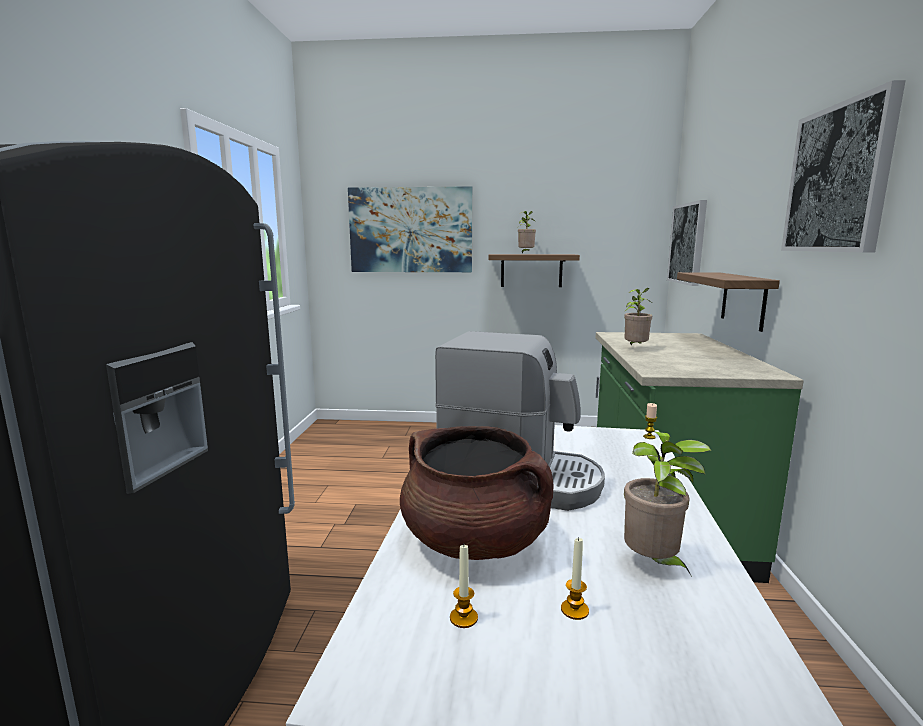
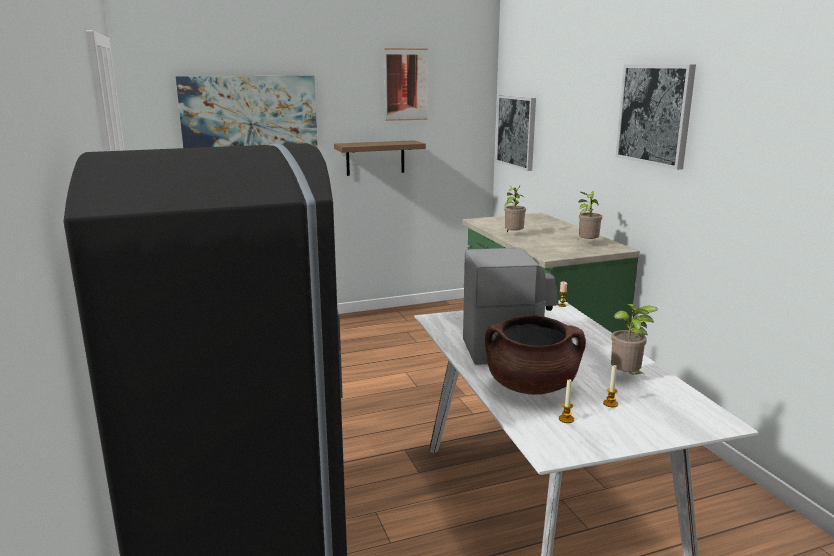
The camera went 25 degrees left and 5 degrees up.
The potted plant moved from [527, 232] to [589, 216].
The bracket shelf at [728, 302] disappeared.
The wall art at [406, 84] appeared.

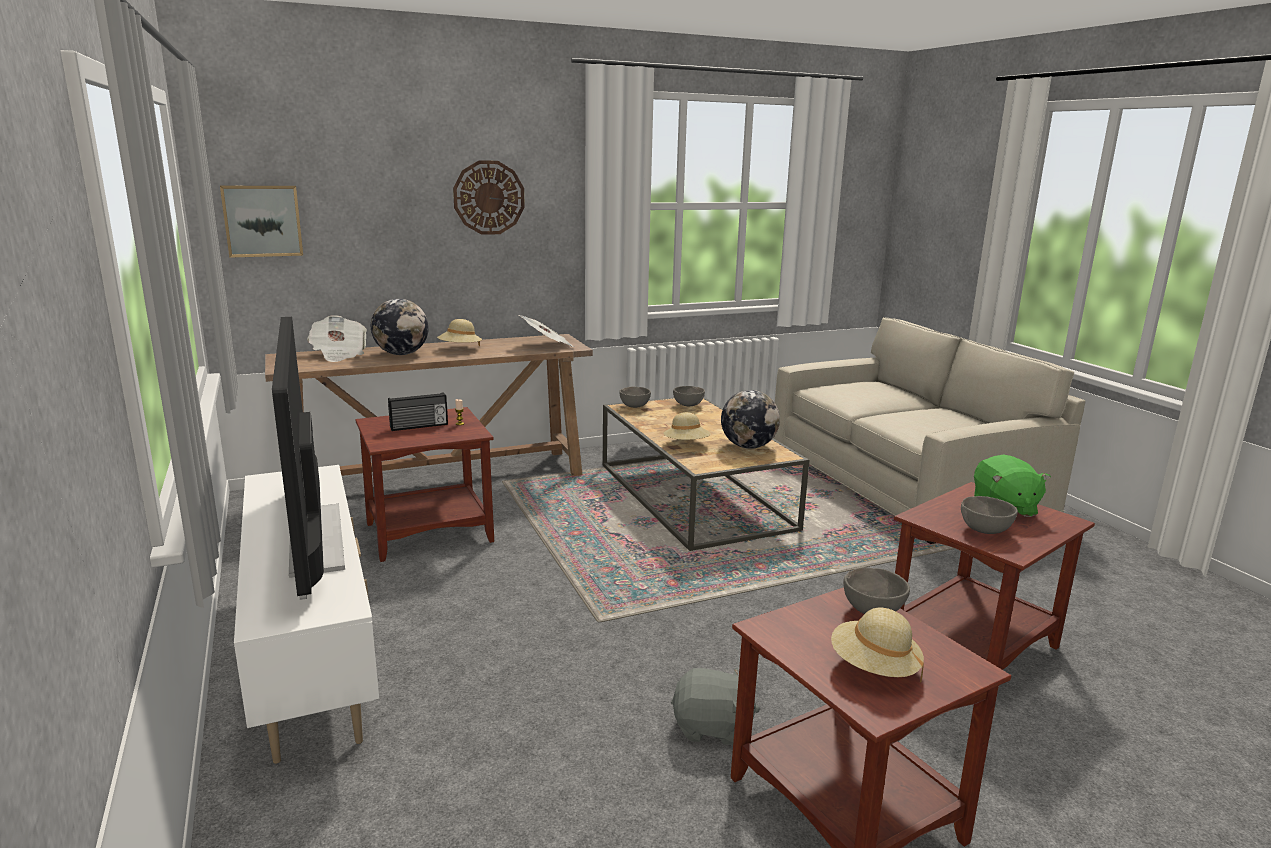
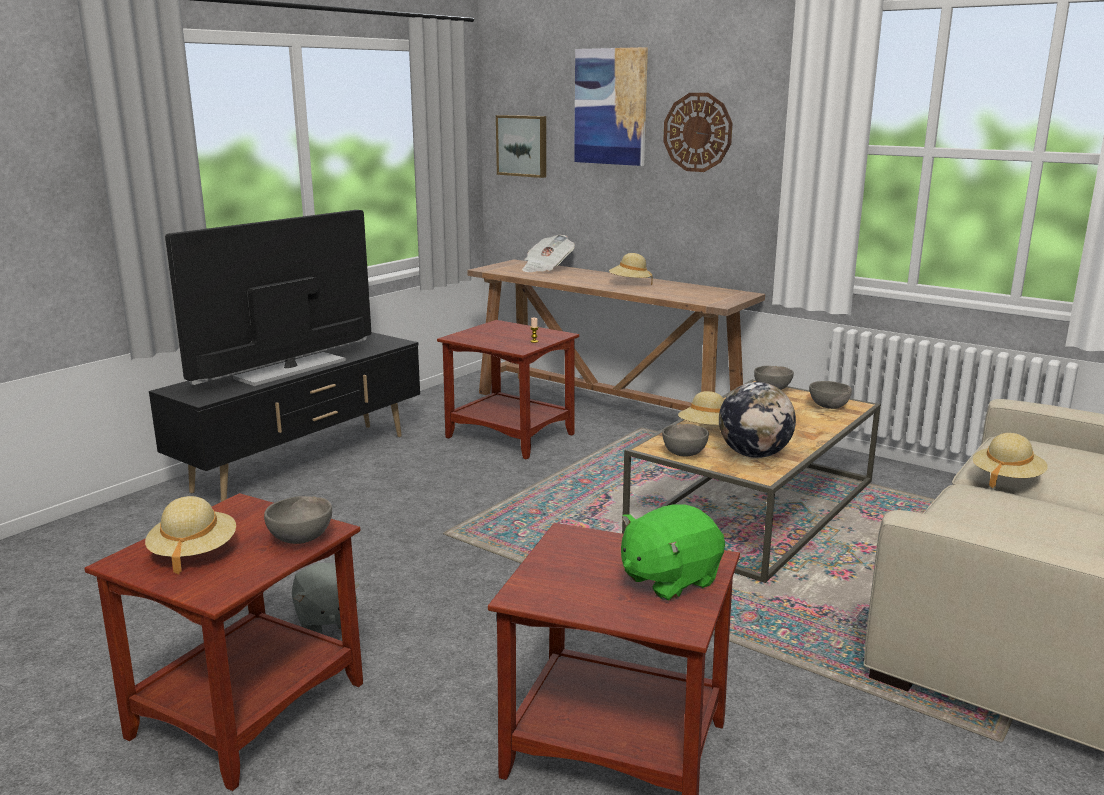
The camera went 60 degrees right and 0 degrees up.
The white-coloured tv stand at [306, 614] became the blackish tv stand at [284, 417].
The globe at [400, 327] disappeared.
The radio set at [418, 411] disappeared.
The printed paper at [547, 331] disappeared.
The gray bowl moved from [989, 515] to [685, 440].
The wall art at [611, 106] appeared.
The beige-coloured clothing hat at [1010, 460] appeared.

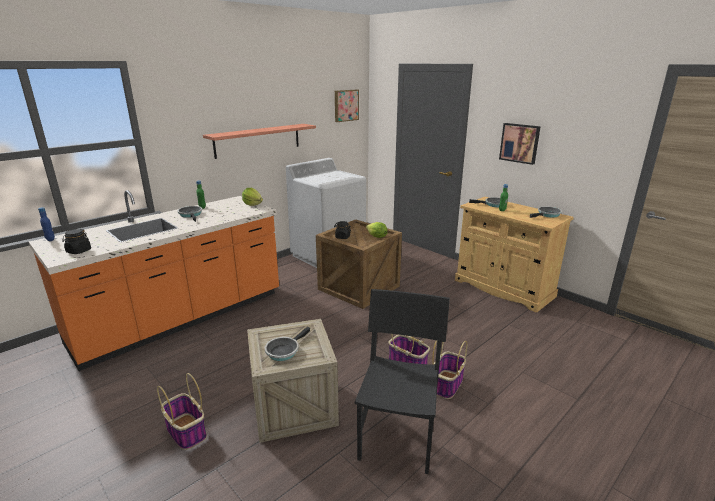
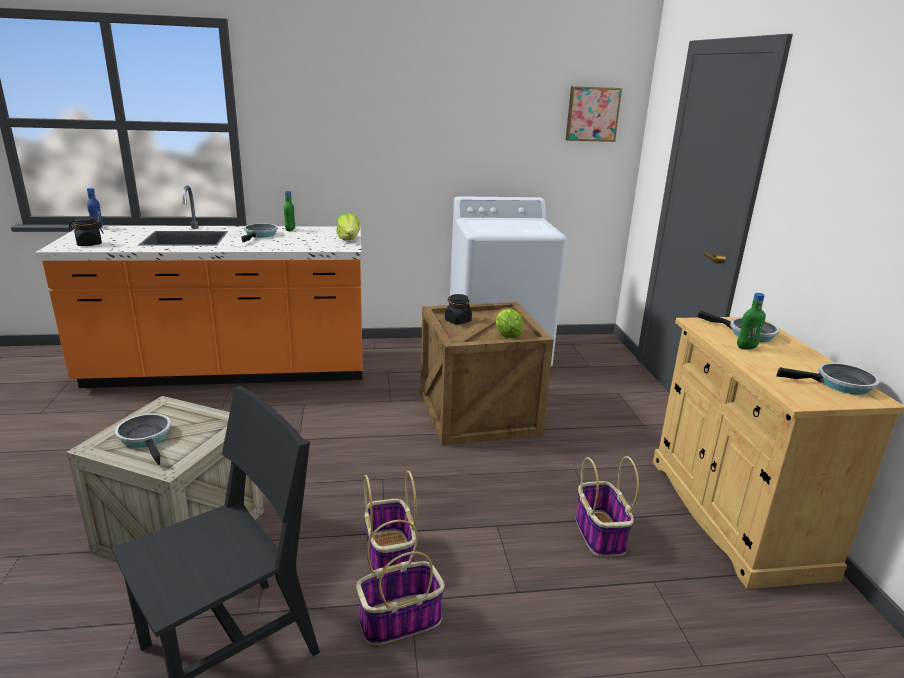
The camera went 35 degrees right and 0 degrees up.
The household basket moved from [182, 411] to [607, 506].
The bracket shelf at [259, 141] disappeared.
The pan at [287, 344] turned 75 degrees clockwise.
The wall art at [520, 144] disappeared.

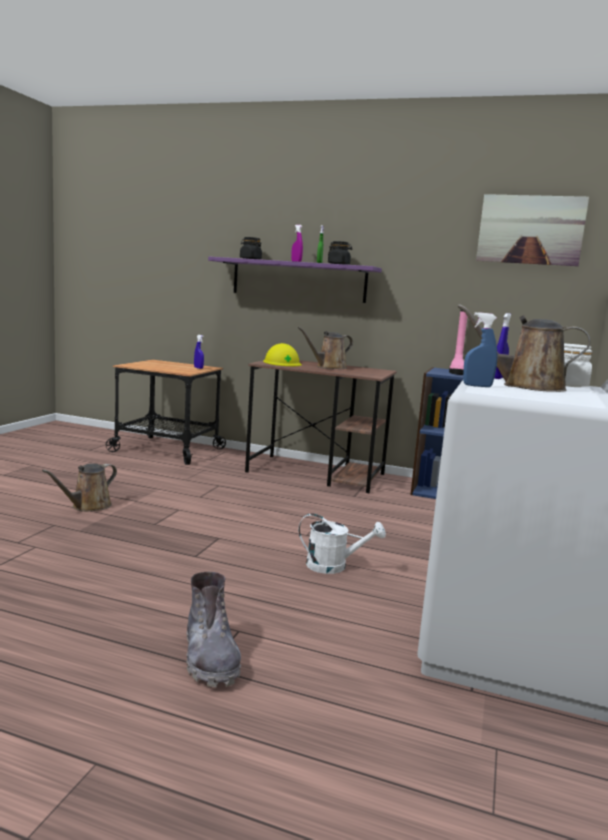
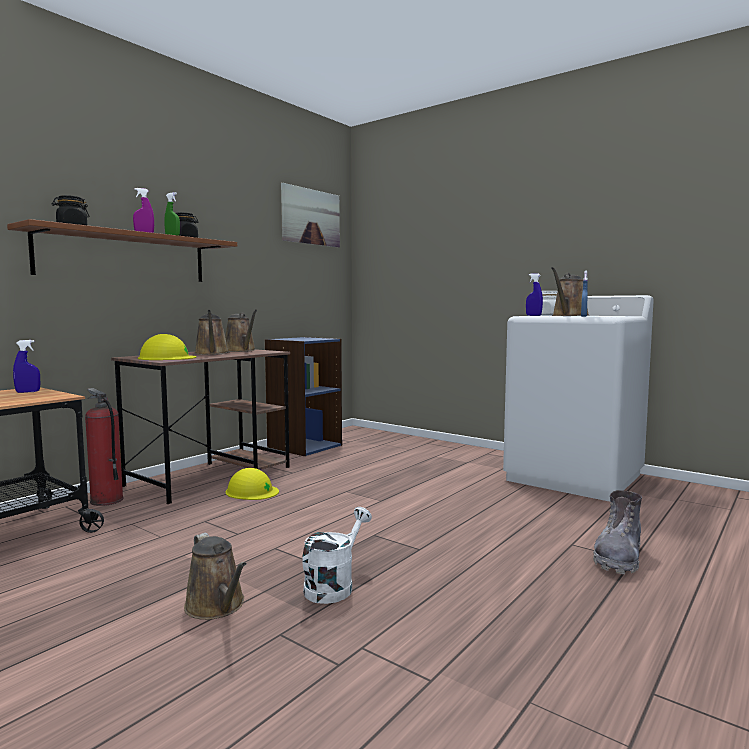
The camera went 70 degrees left and 5 degrees down.
The gray boot at [213, 629] turned 120 degrees clockwise.
The purplish bracket shelf at [295, 280] became the brownish bracket shelf at [122, 250].
The white-coloured watering can moved from [342, 543] to [337, 555].
The pink boot at [458, 342] disappeared.
The fire-fighting cylinder at [104, 447] appeared.
The brownish watering can at [241, 330] appeared.
The yellow-coloured hard hat at [252, 484] appeared.

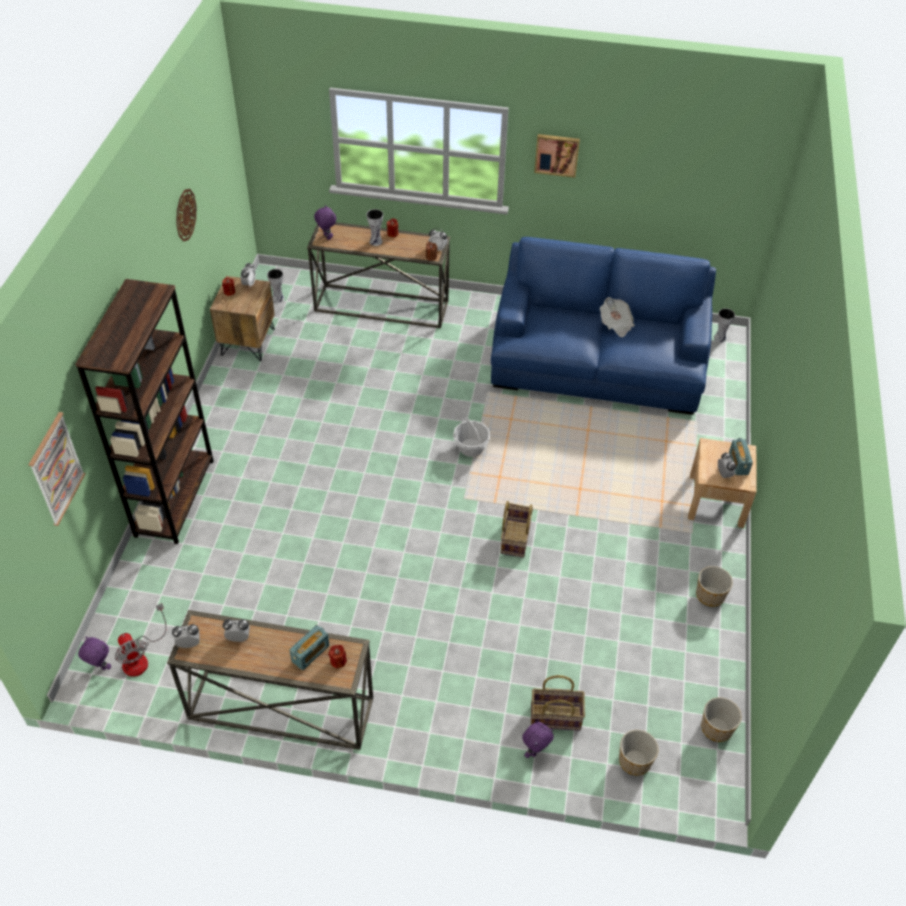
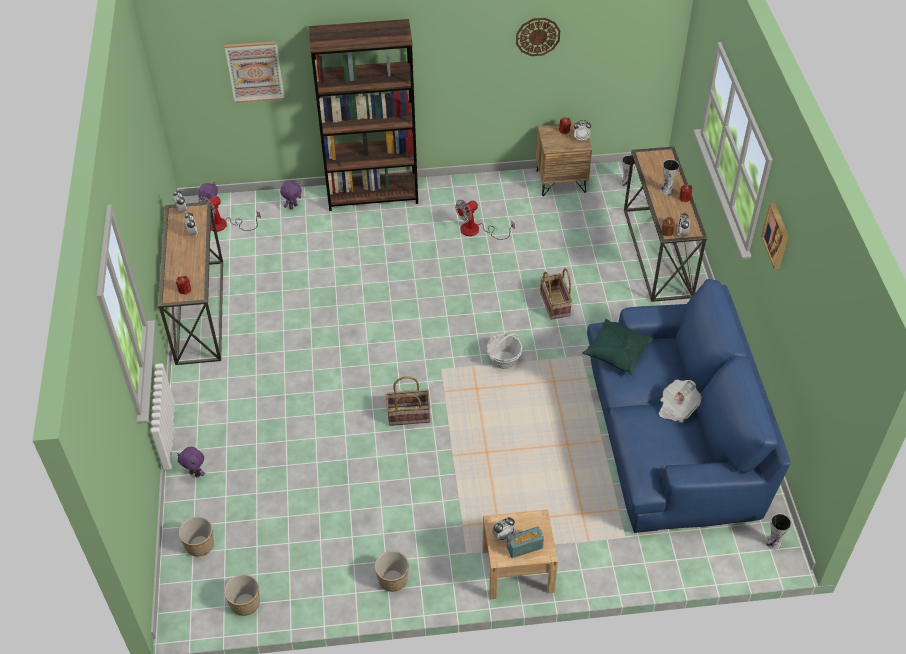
The camera went 75 degrees right and 0 degrees up.
The radio set at [309, 647] disappeared.
The purplish soft toy moved from [325, 222] to [291, 195].
The household basket moved from [558, 703] to [556, 294].
The fan at [485, 220] appeared.
The green throw pillow at [618, 347] appeared.

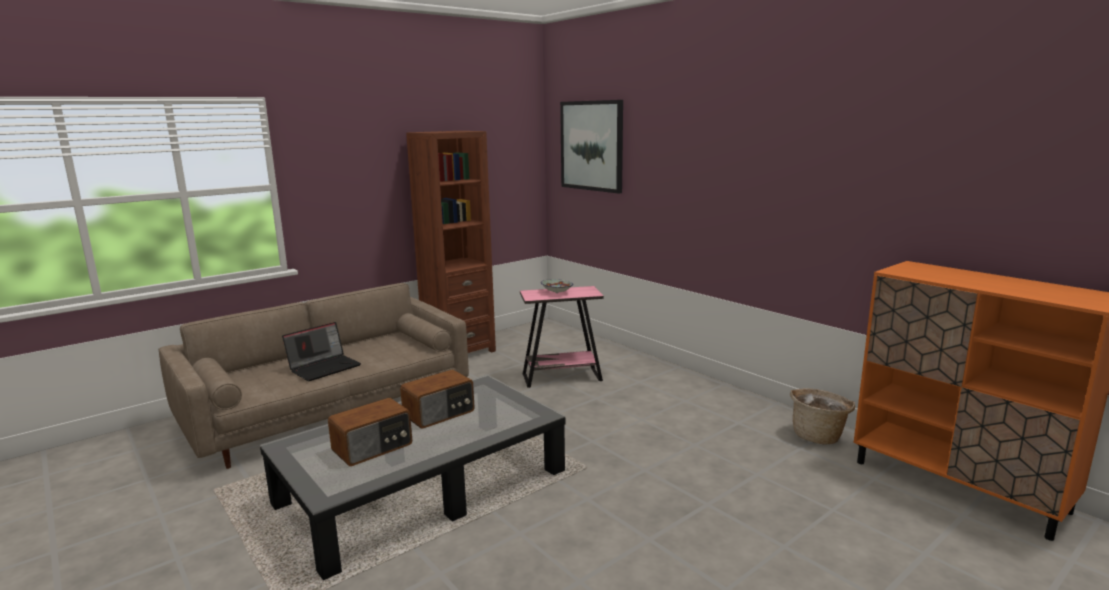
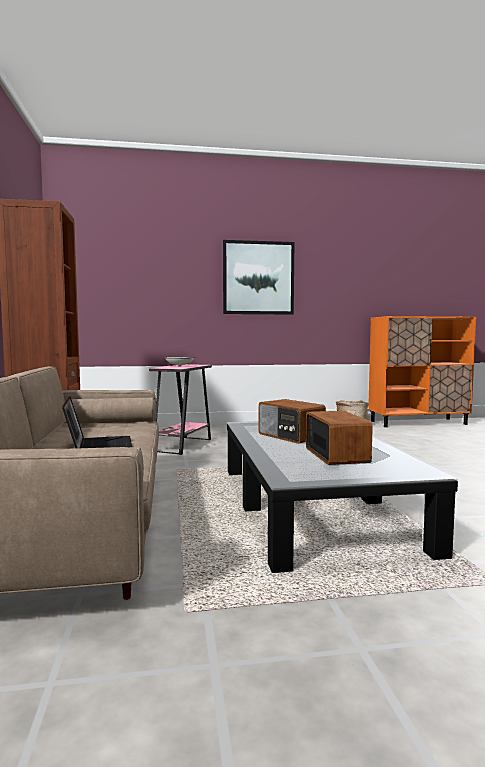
The camera went 60 degrees left and 10 degrees down.
The radio set at [437, 399] turned 150 degrees clockwise.
The wall art moved from [591, 147] to [258, 277].

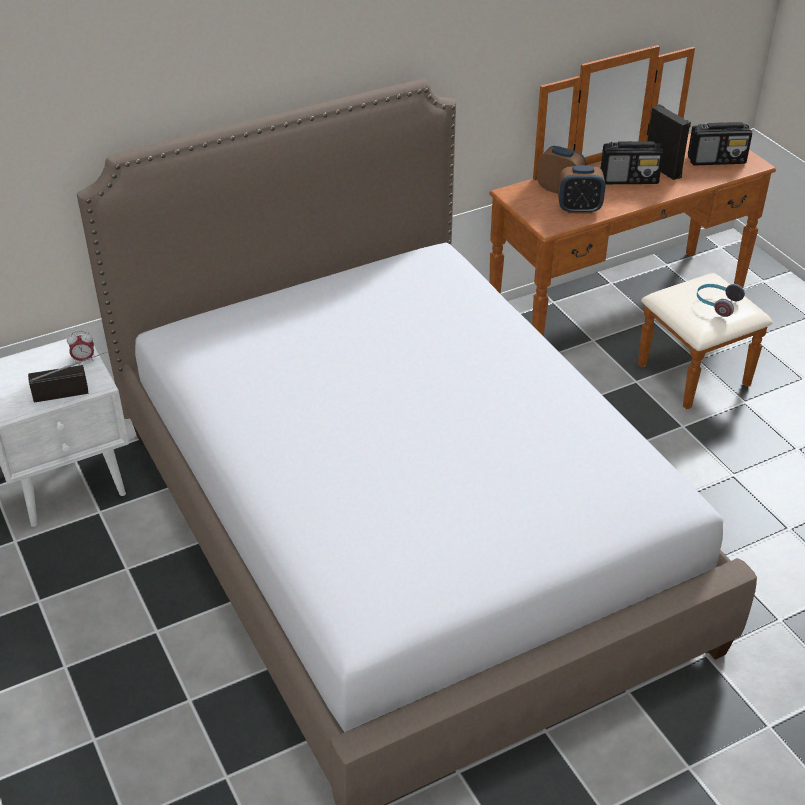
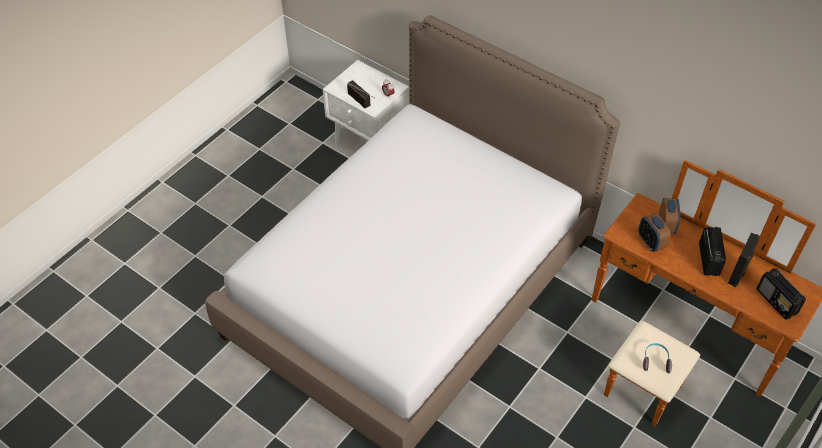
The camera went 65 degrees right and 10 degrees up.
The radio set at [632, 162] turned 150 degrees counterclockwise.

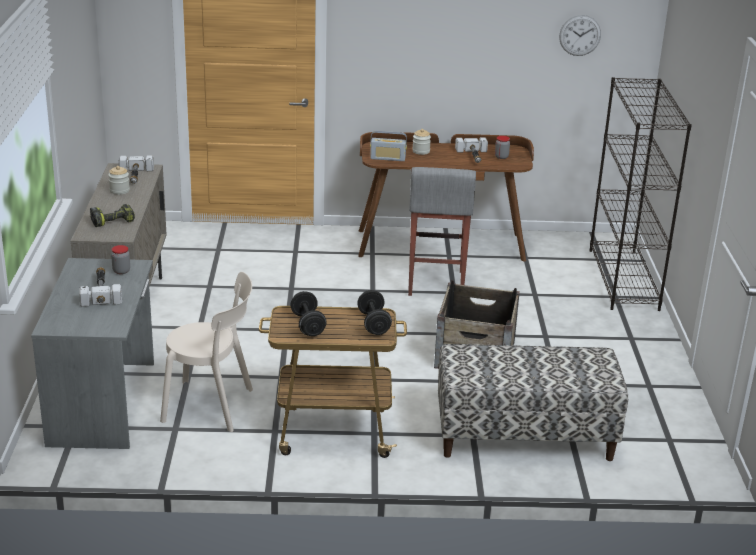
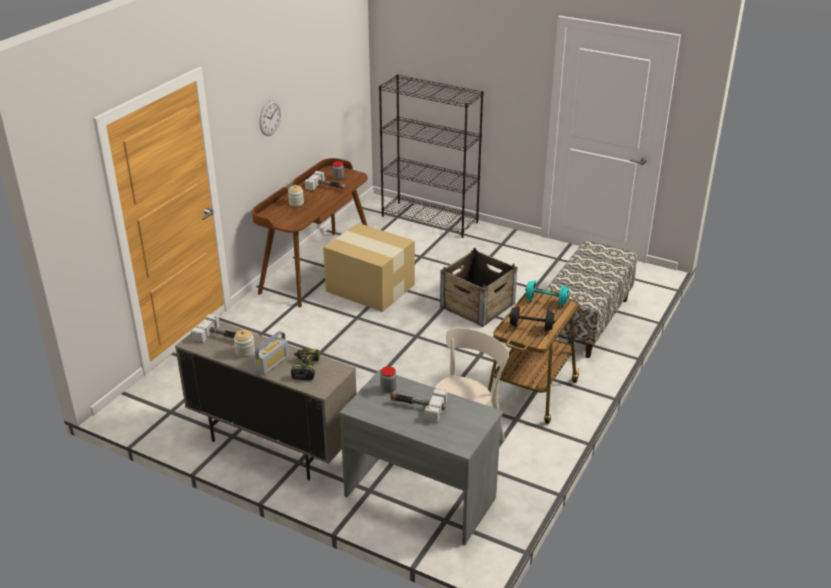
The camera went 60 degrees left and 5 degrees up.
The blackish free weight at [374, 312] became the turquoise free weight at [547, 293].
The radio set moved from [388, 146] to [271, 353].
The gray stool at [442, 231] was replaced by the packing box at [369, 267].
The hanging clock moved from [580, 35] to [270, 118].

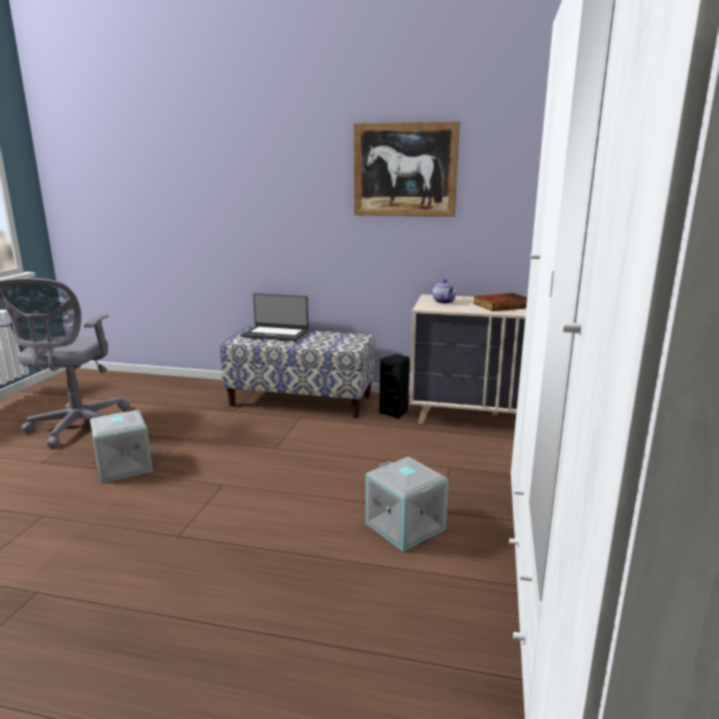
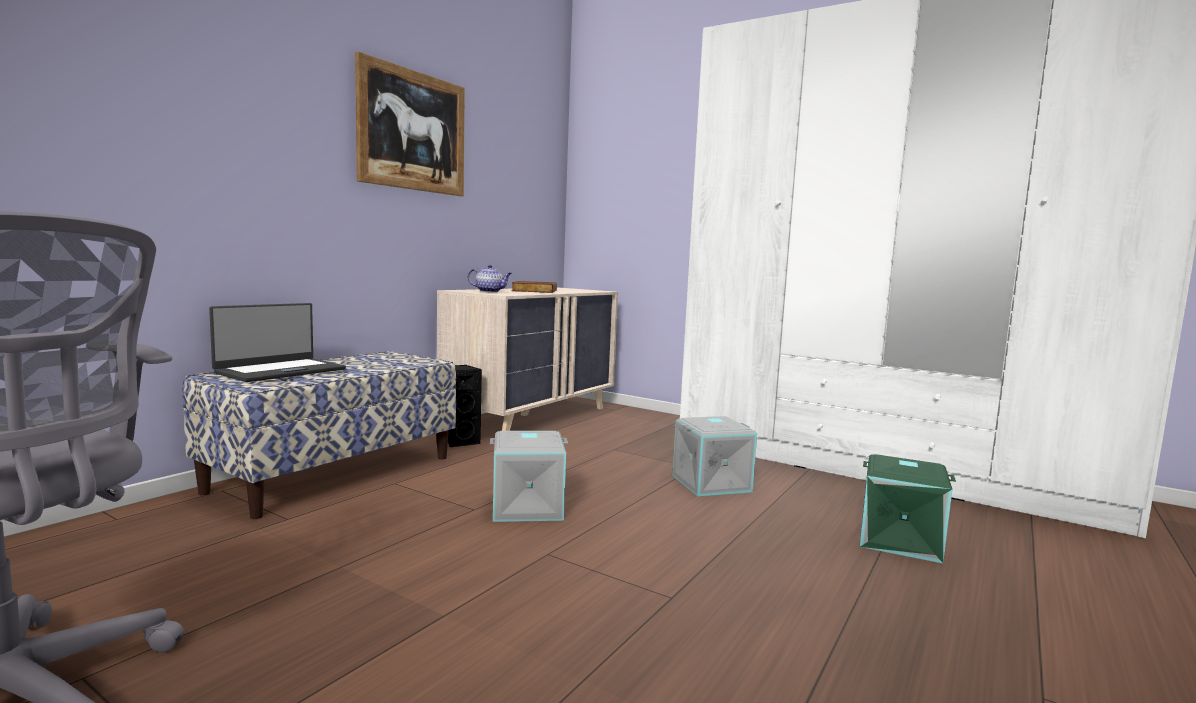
The camera went 70 degrees left and 10 degrees down.
The gray storage container moved from [121, 446] to [529, 476].
The green storage container at [908, 508] appeared.

